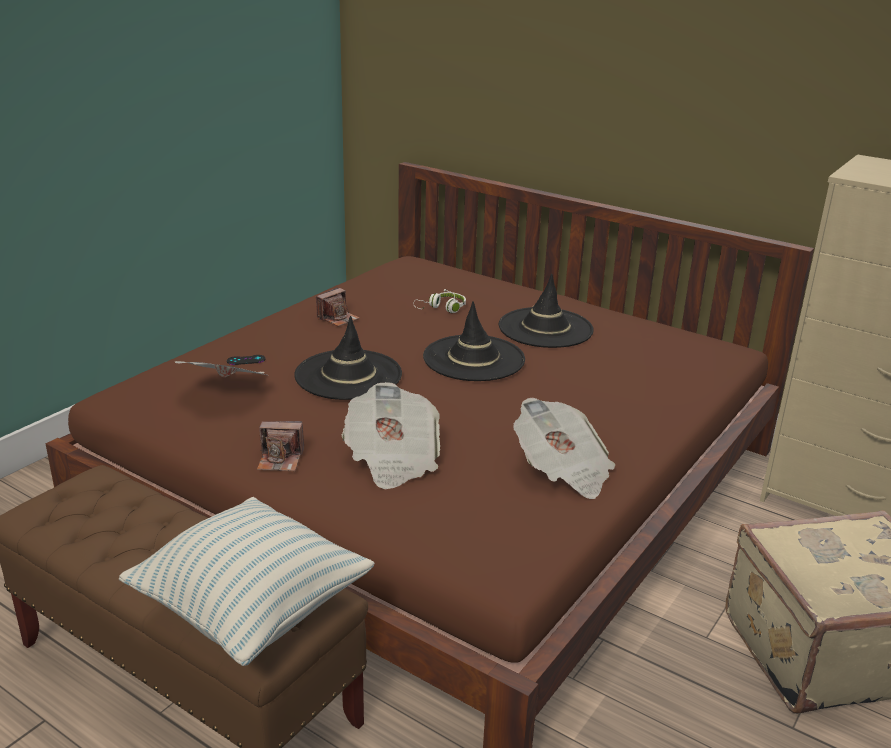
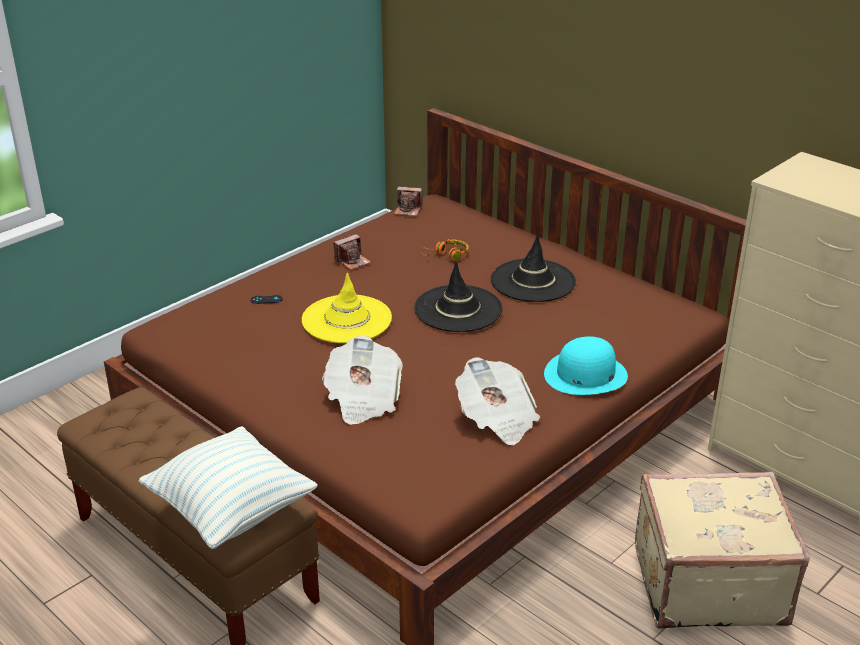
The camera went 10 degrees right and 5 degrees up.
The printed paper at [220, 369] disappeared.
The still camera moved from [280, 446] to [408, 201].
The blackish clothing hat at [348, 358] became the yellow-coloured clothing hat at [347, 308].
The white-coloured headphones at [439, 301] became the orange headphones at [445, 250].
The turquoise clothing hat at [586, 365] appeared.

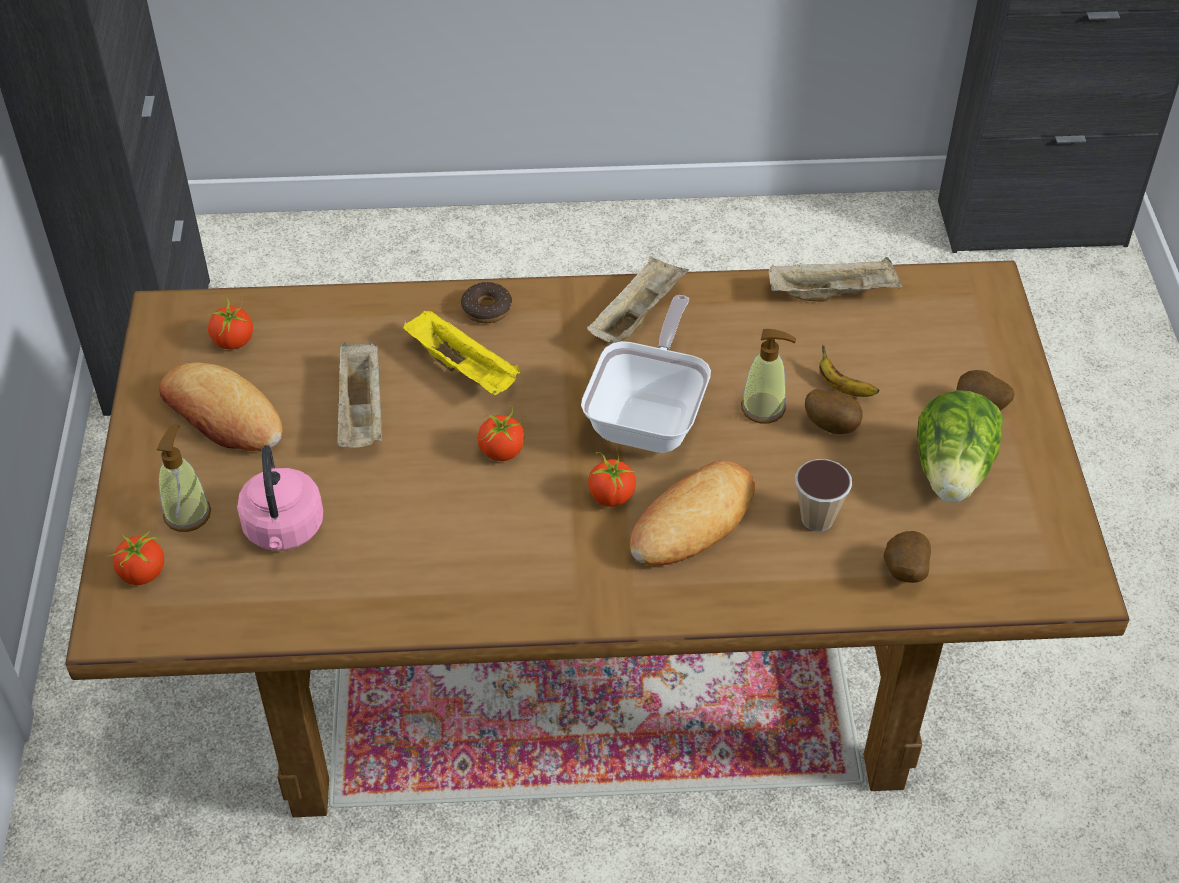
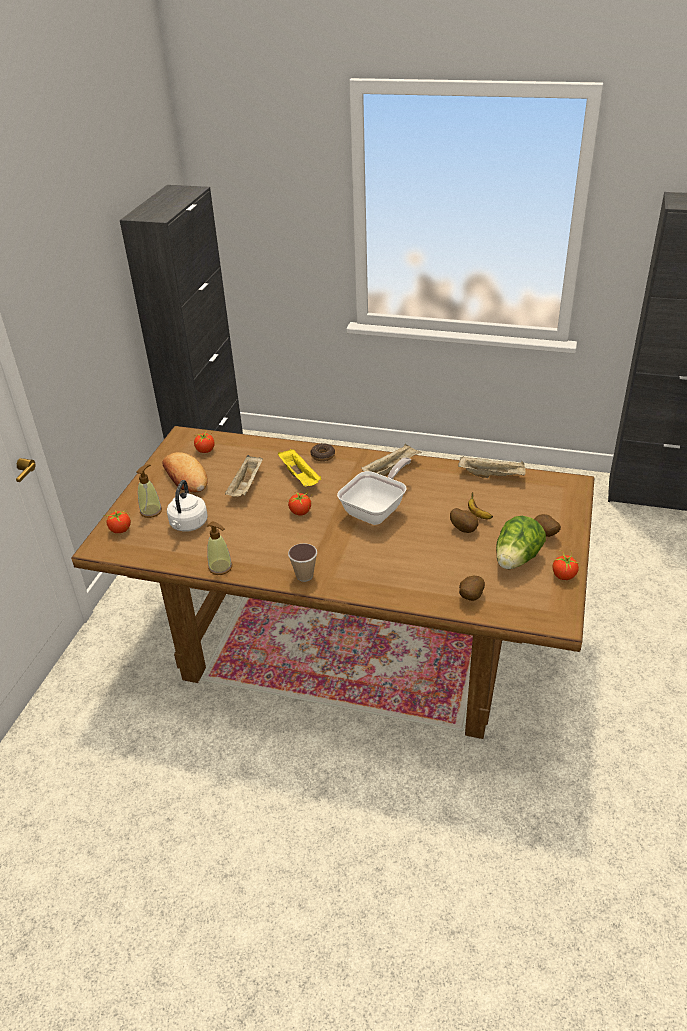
The camera went 20 degrees right and 10 degrees down.
The pink kettle at [280, 498] became the white-coloured kettle at [187, 506].
The whole tomato moved from [612, 477] to [566, 565].
The bread at [692, 513] disappeared.
The soap dispenser moved from [768, 376] to [219, 548].
The drinking cup moved from [823, 495] to [302, 562].

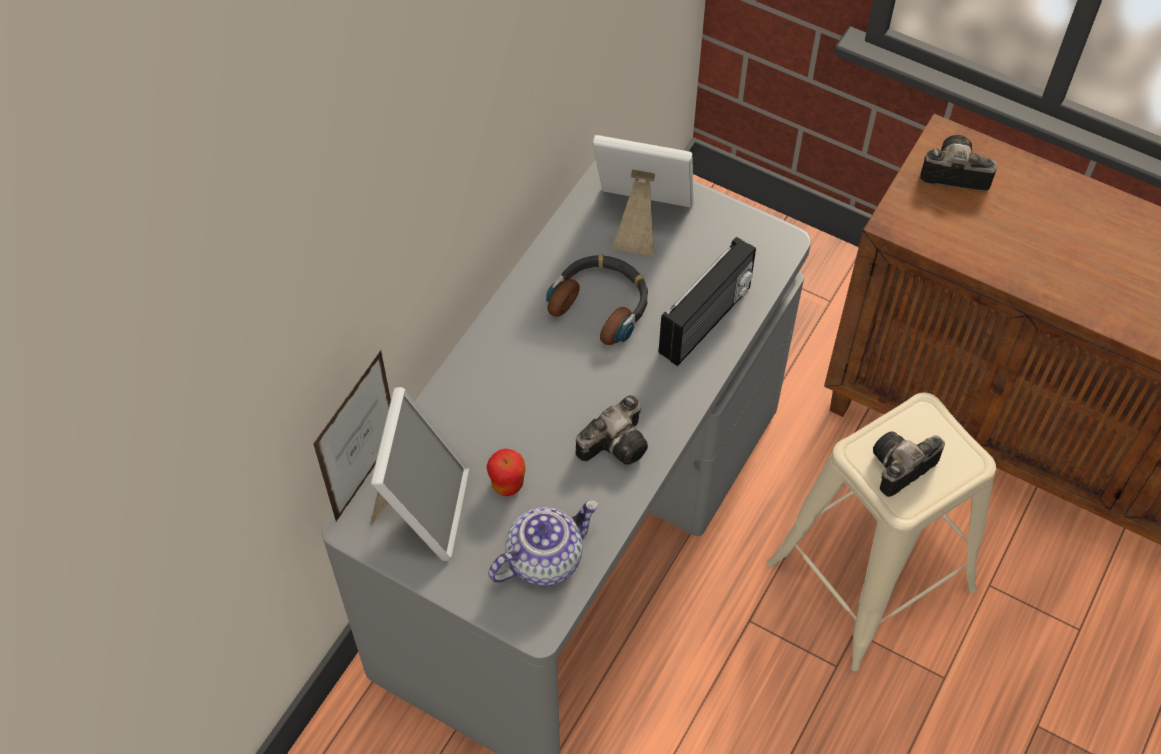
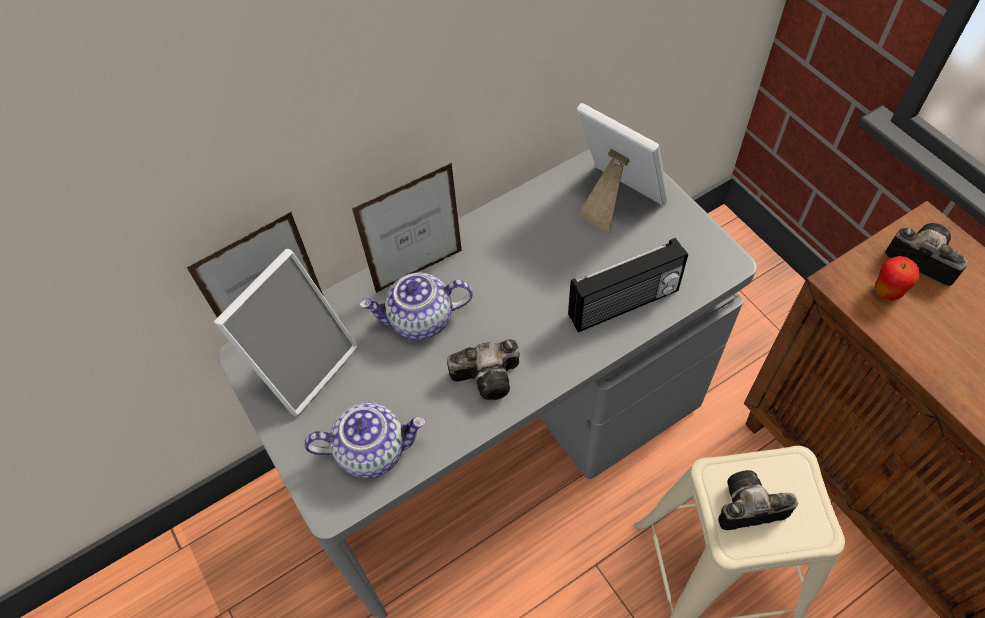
The camera went 30 degrees right and 0 degrees up.
The apple fruit moved from [506, 473] to [897, 278].
The headphones at [597, 299] disappeared.
The picture frame at [407, 228] appeared.
The pot for tea at [416, 306] appeared.

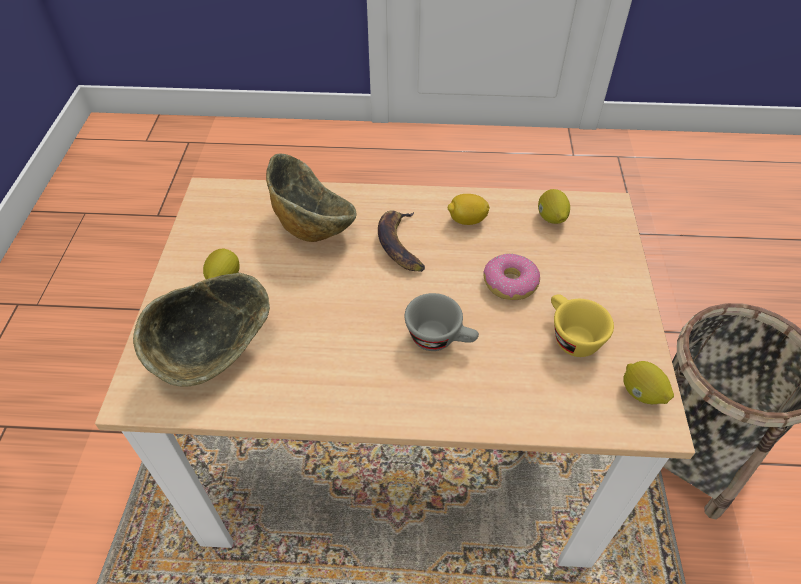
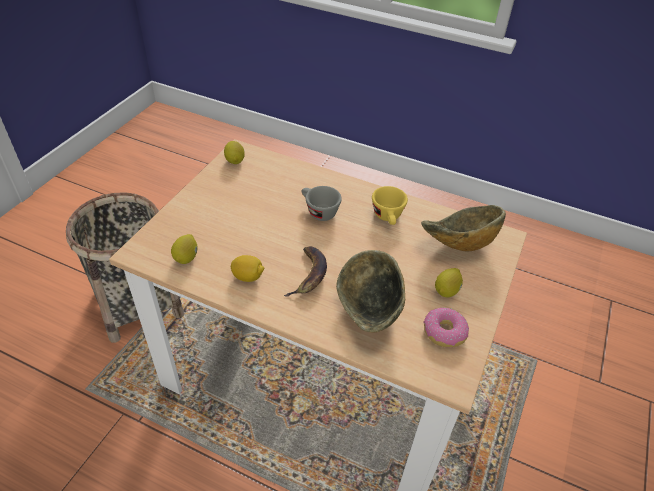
The camera went 160 degrees left and 5 degrees down.
The donut moved from [511, 277] to [446, 327].
The yellow-coloured drinking cup moved from [582, 325] to [390, 205].

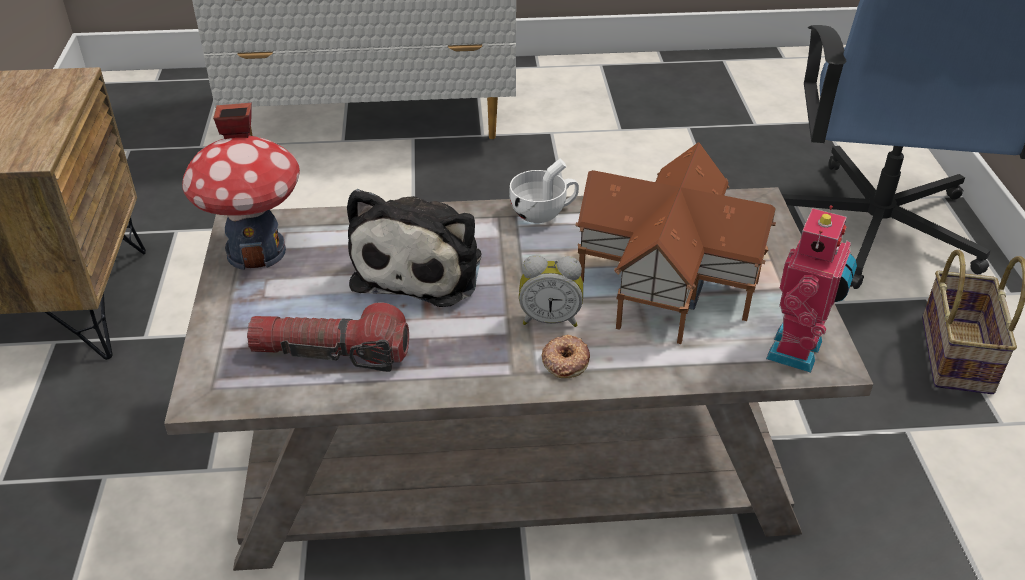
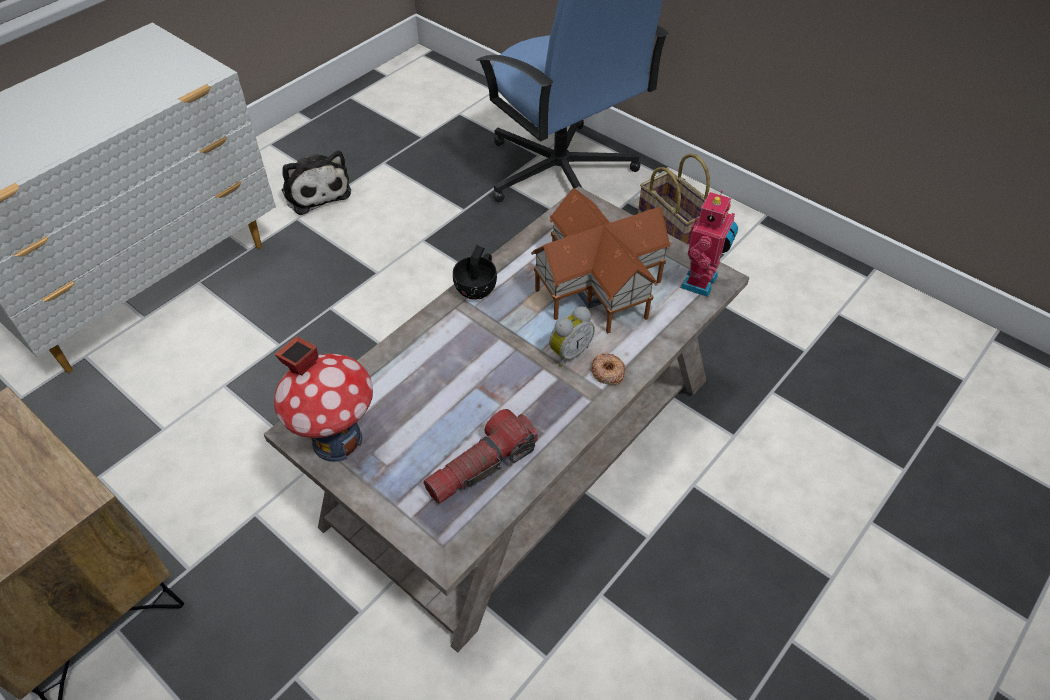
The camera went 45 degrees left and 10 degrees up.
The soft toy moved from [414, 248] to [316, 183].
The white-coloured drinking cup at [544, 191] became the blackish drinking cup at [475, 272].
The robot figure at [811, 289] turned 45 degrees clockwise.

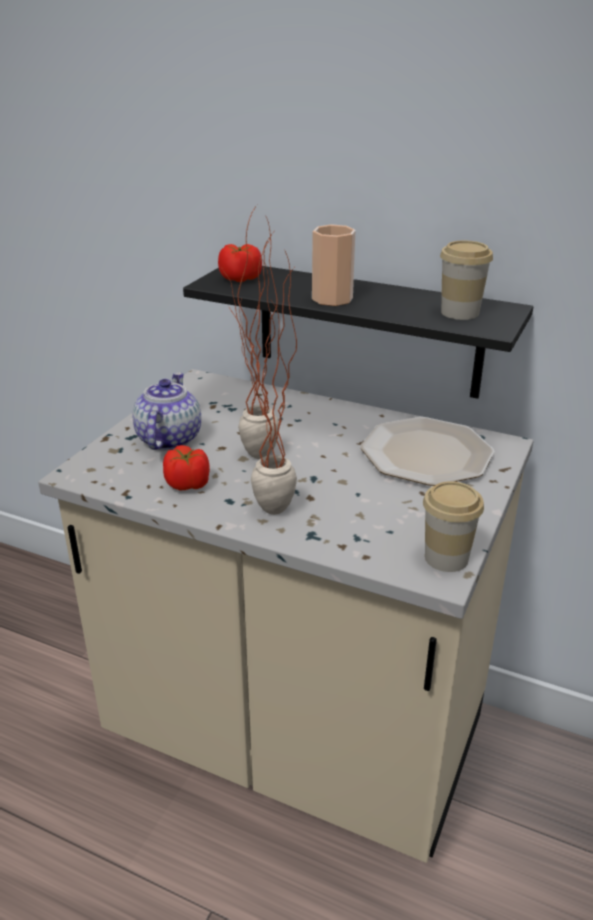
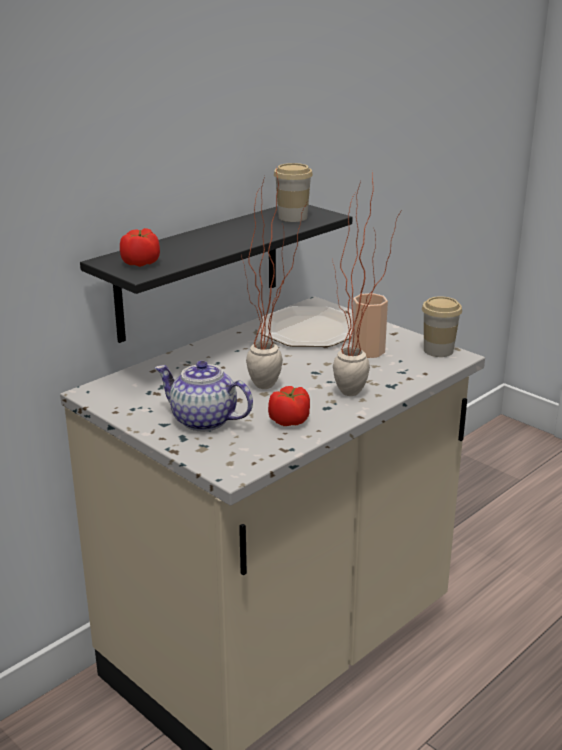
The camera went 70 degrees left and 5 degrees down.
The drinking cup moved from [334, 265] to [369, 325].

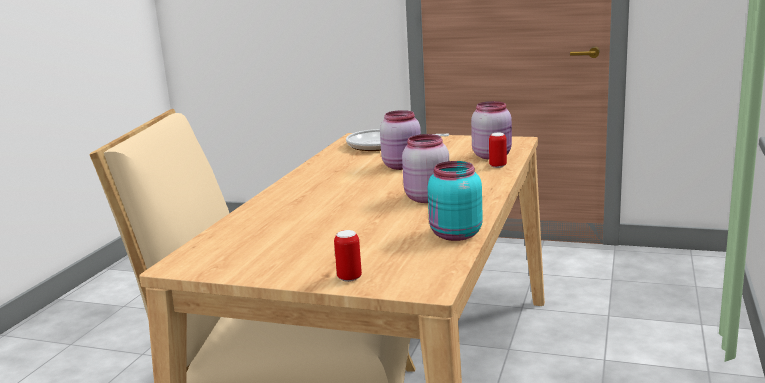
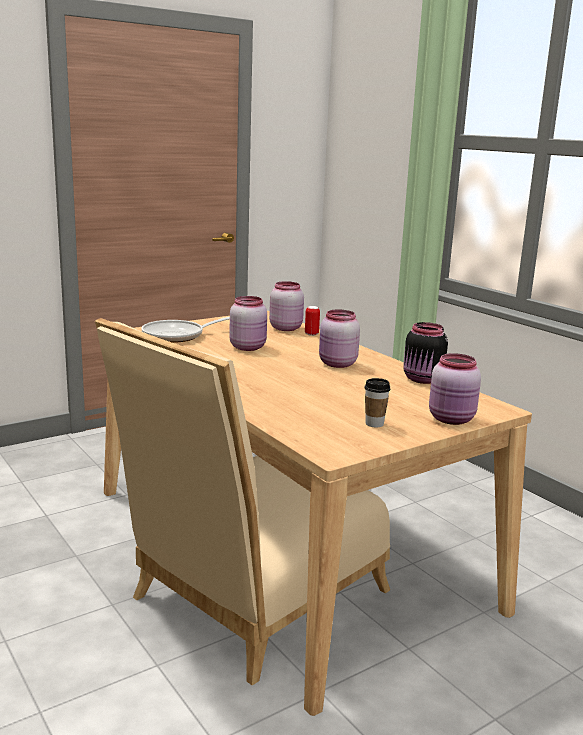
The camera went 55 degrees left and 0 degrees up.
The metal can at [348, 256] was replaced by the pink storage jar at [455, 389].
The turquoise storage jar at [455, 201] became the blackish storage jar at [425, 353].
The drinking cup at [377, 403] appeared.

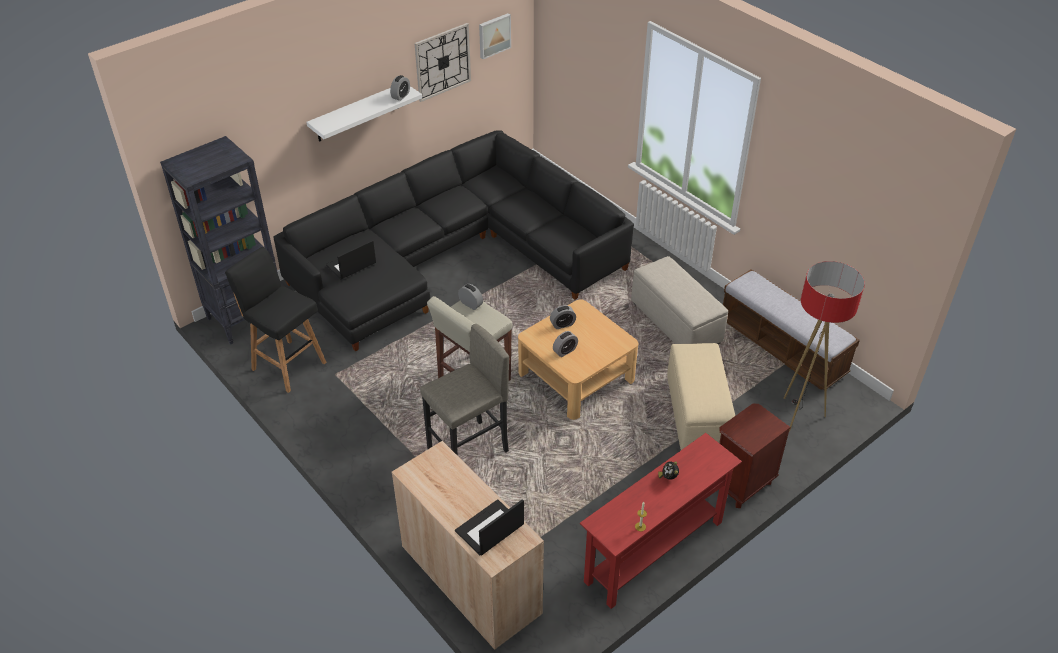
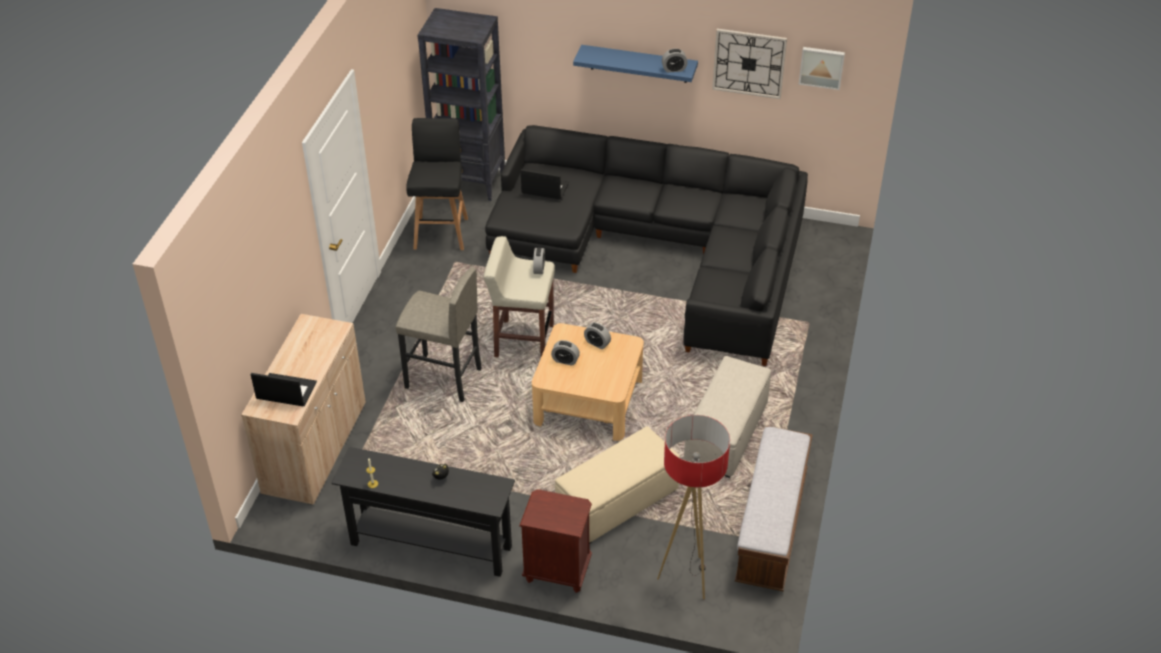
The camera went 55 degrees right and 0 degrees up.
The white-coloured bracket shelf at [364, 114] became the blue bracket shelf at [635, 64].
The red-coloured narrow table at [661, 521] became the blackish narrow table at [423, 512].

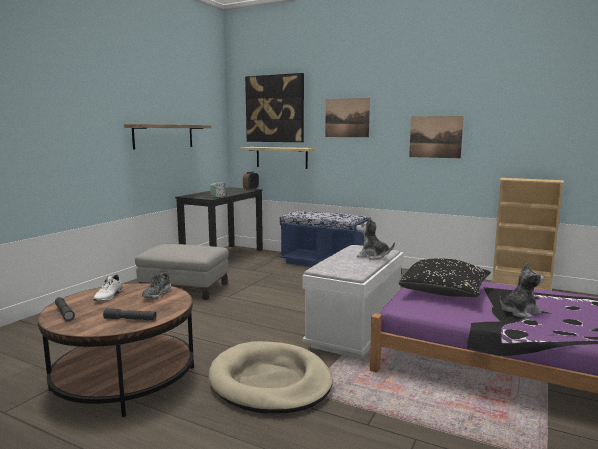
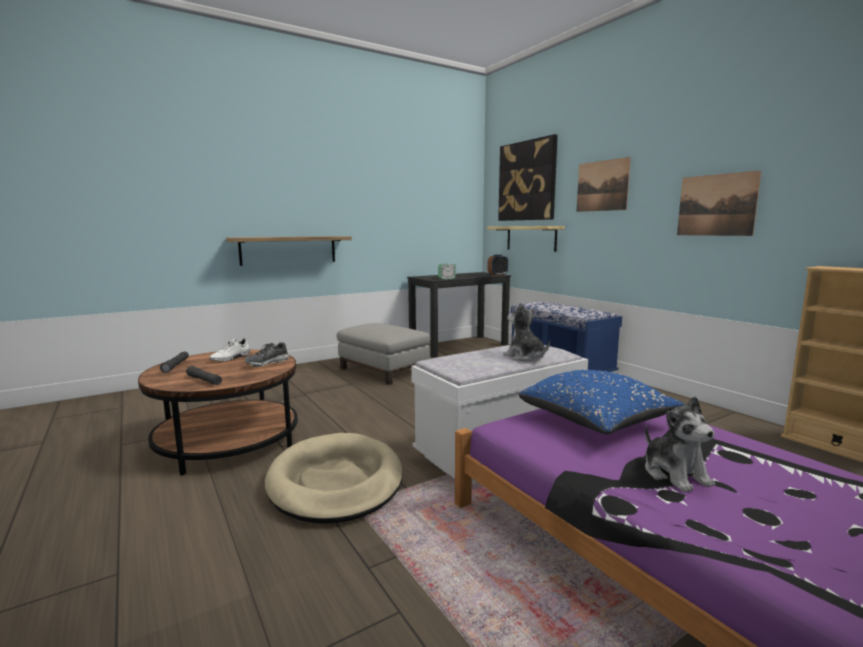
The camera went 30 degrees right and 0 degrees up.
The bracket shelf moved from [168, 137] to [289, 251].
The blackish throw pillow at [445, 278] became the blue throw pillow at [601, 402].
The soft toy at [522, 290] turned 60 degrees clockwise.

